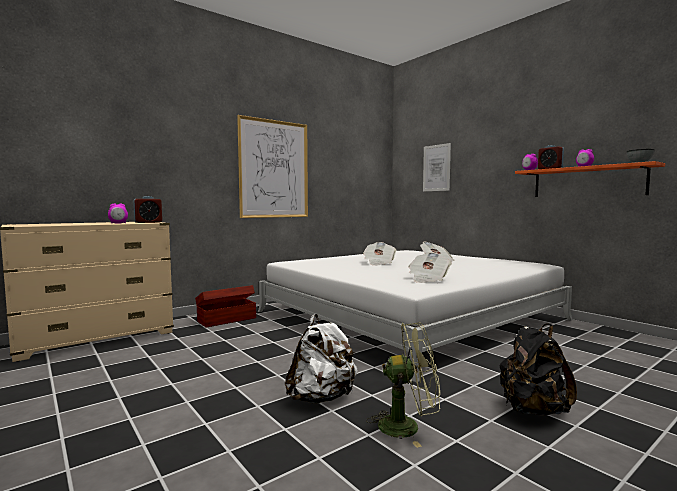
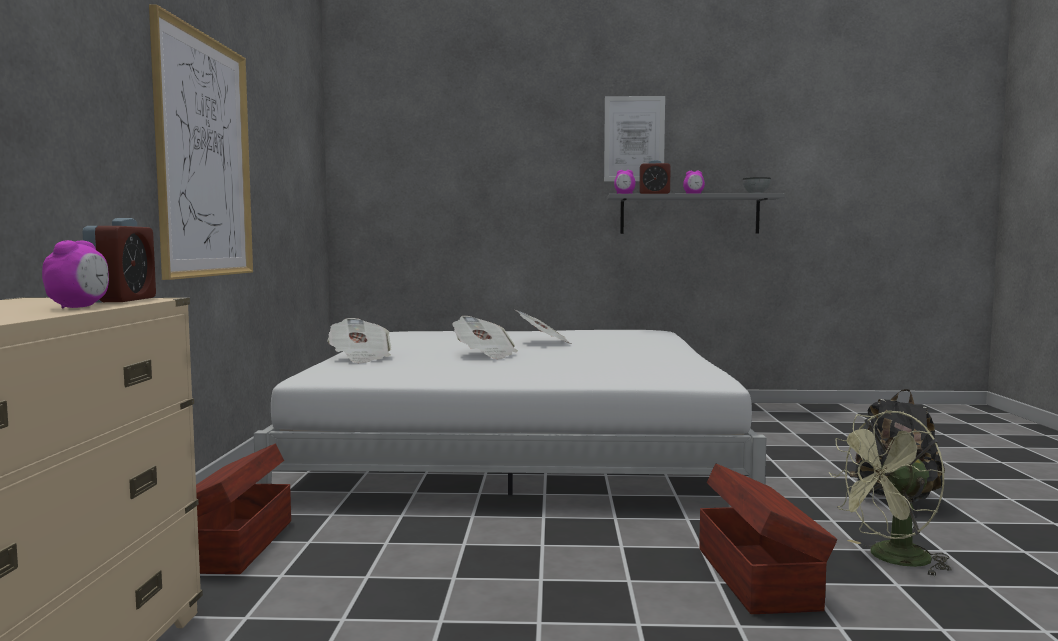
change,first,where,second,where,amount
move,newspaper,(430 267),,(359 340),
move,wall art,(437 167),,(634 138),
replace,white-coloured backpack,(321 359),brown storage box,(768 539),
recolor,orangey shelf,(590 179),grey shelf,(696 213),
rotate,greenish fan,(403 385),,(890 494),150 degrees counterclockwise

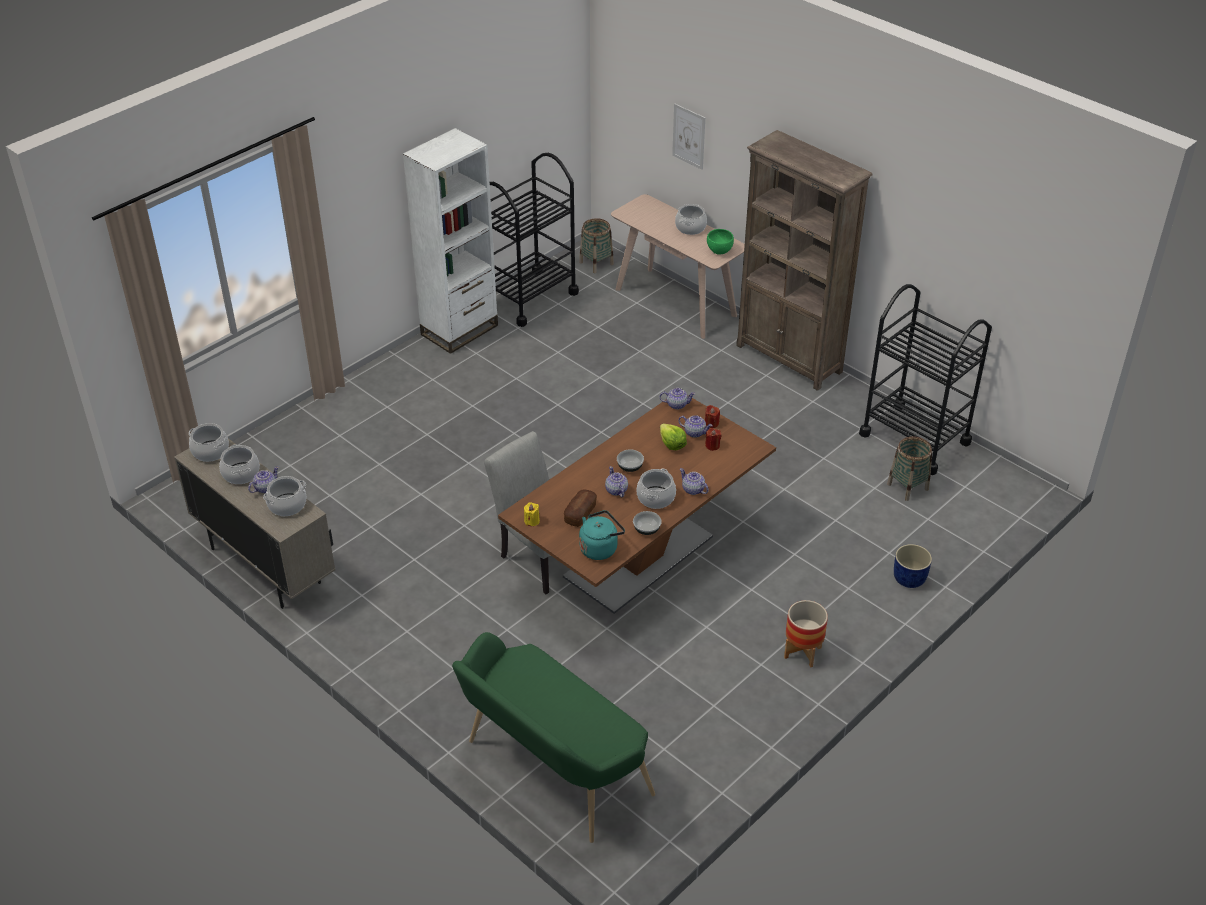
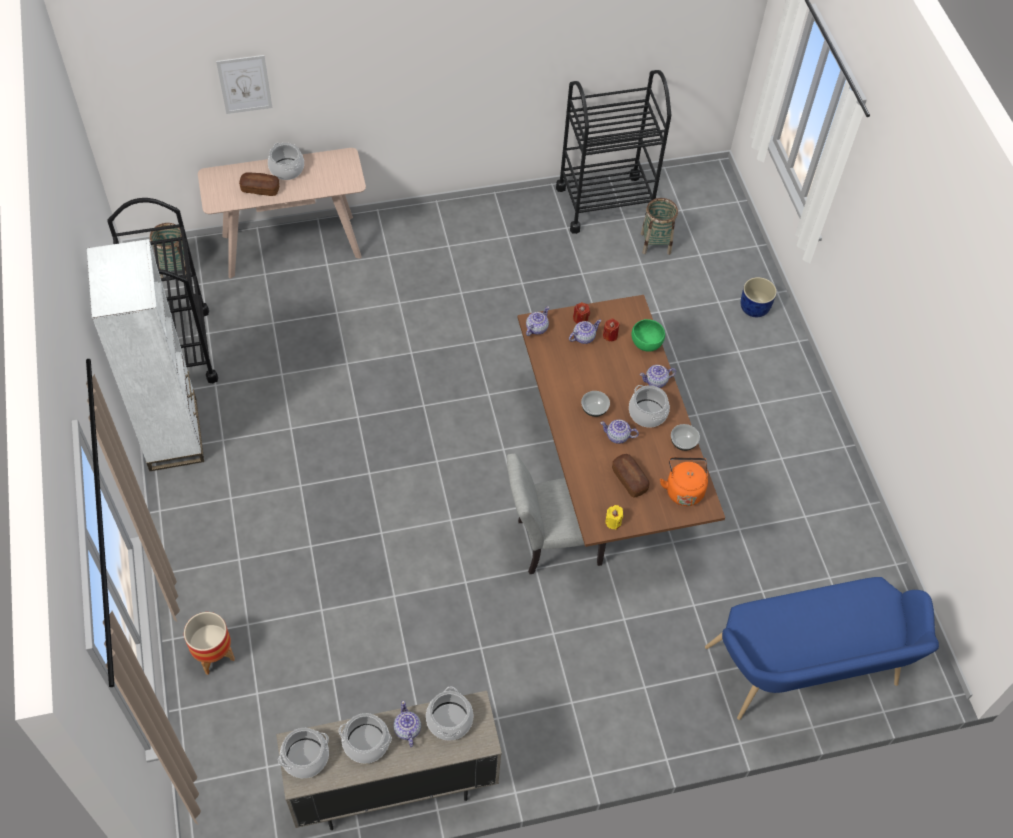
change,first,where,second,where,amount
delete,head of lettuce,(673 436),,,
delete,brown bookshelf,(804 260),,,
insert,,,bakery bread,(259 184),
move,greenish bowl,(720 242),,(648 335),
move,plant pot,(806 634),,(209 643),
recolor,greenish long seat,(553 737),bluish long seat,(822 648),
recolor,blue-green tea kettle,(602 535),orangey tea kettle,(684 481),

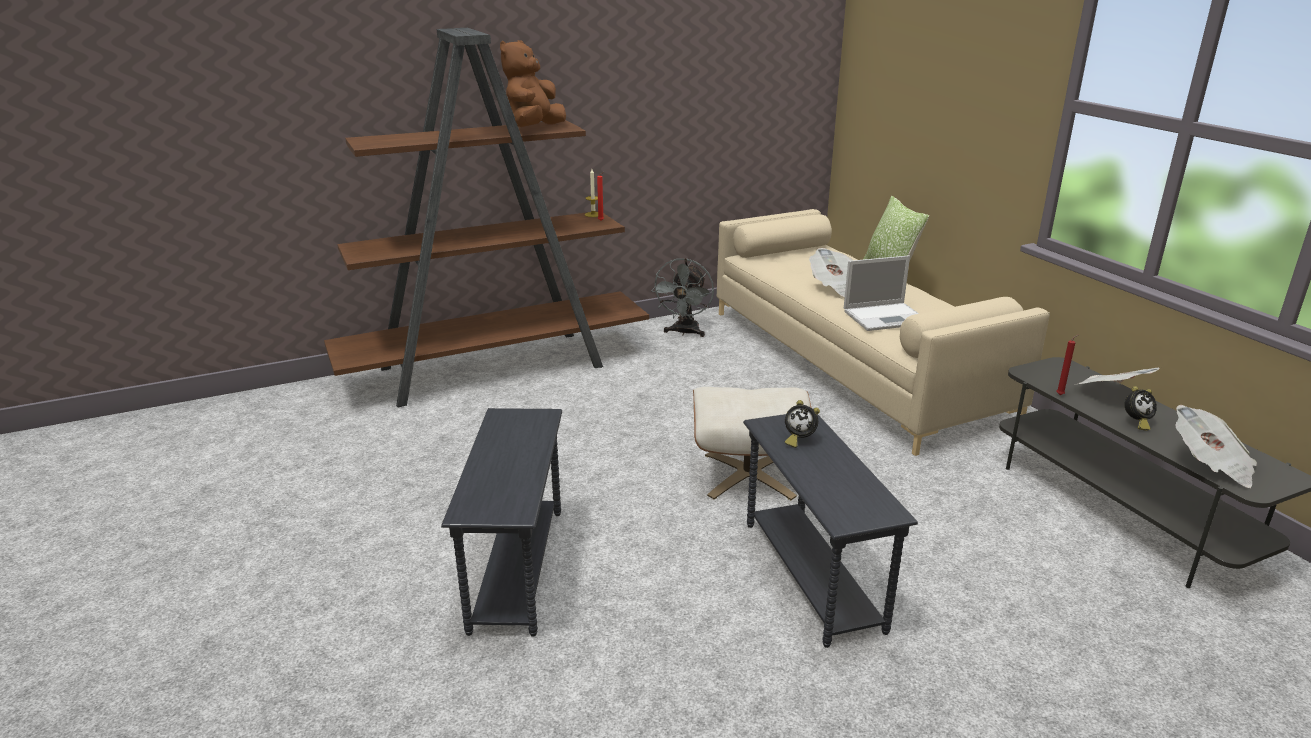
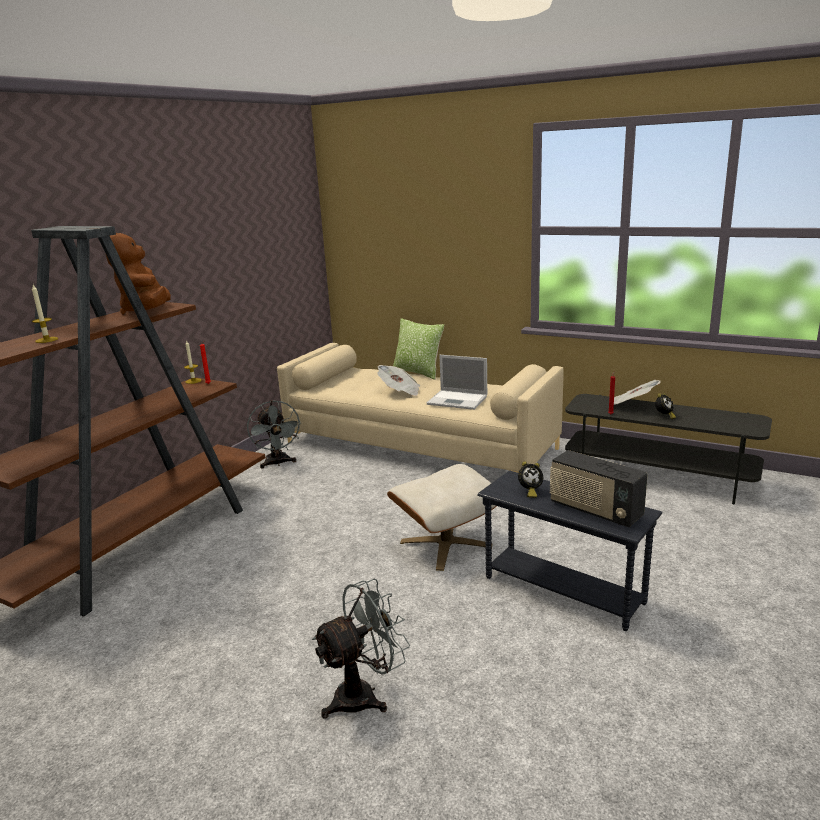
change,first,where,second,where,amount
delete,newspaper,(1216 446),,,
insert,,,candle,(45 314),
insert,,,radio,(599 488),
replace,grey side table,(501 522),grey fan,(361 649),
rotate,laptop,(881 293),,(457 382),75 degrees clockwise

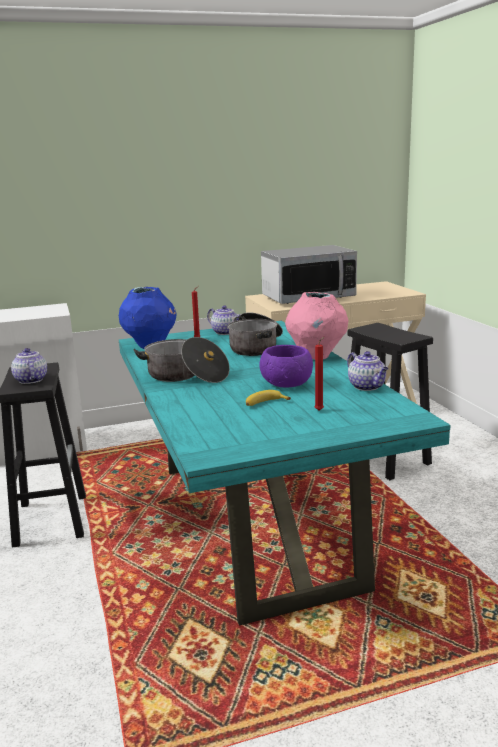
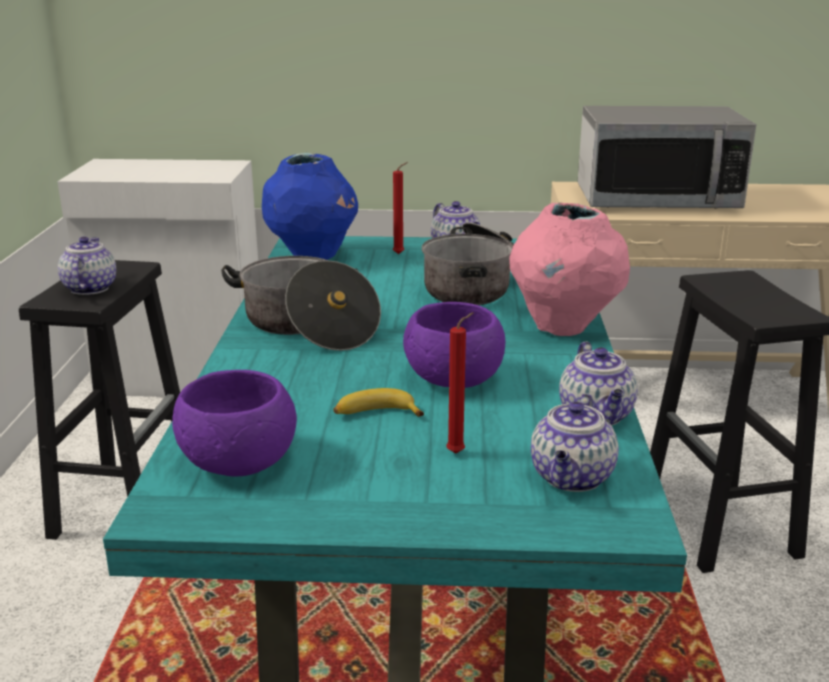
change,first,where,second,where,amount
insert,,,purple bowl,(234 423),
insert,,,teapot,(575 443),

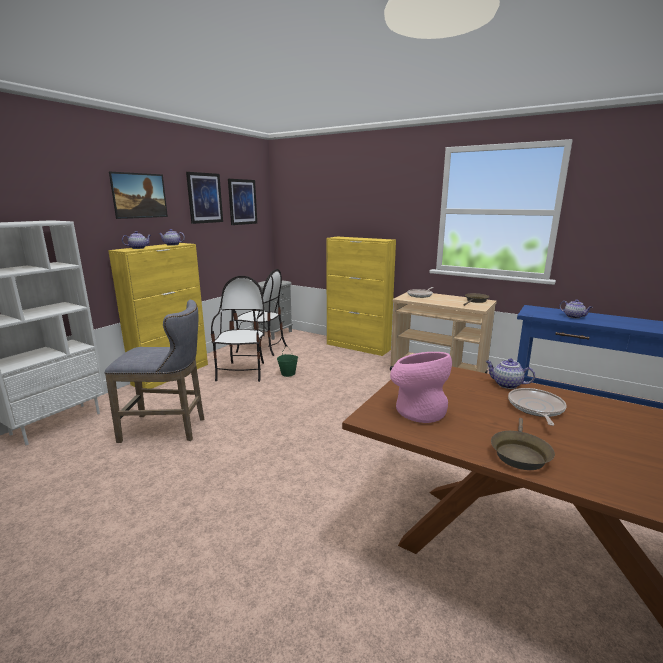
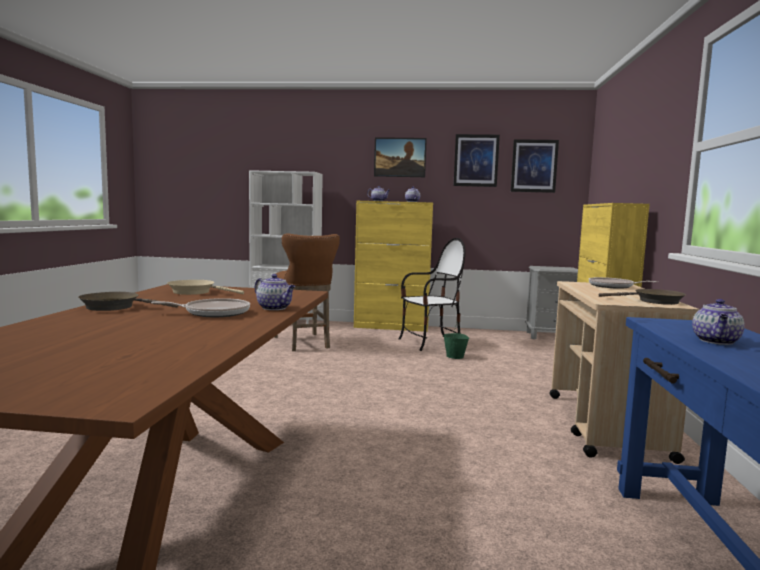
change,first,where,second,where,amount
delete,chair,(260 312),,,
replace,pinkish vase,(421 387),beige-coloured pan,(205 287),
recolor,grey sitting stool,(154 371),brown sitting stool,(307 292),
rotate,teapot,(510 373),,(275 292),120 degrees clockwise

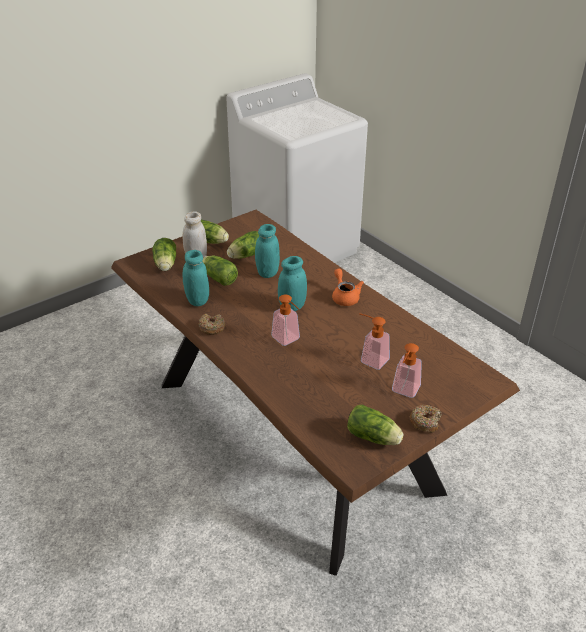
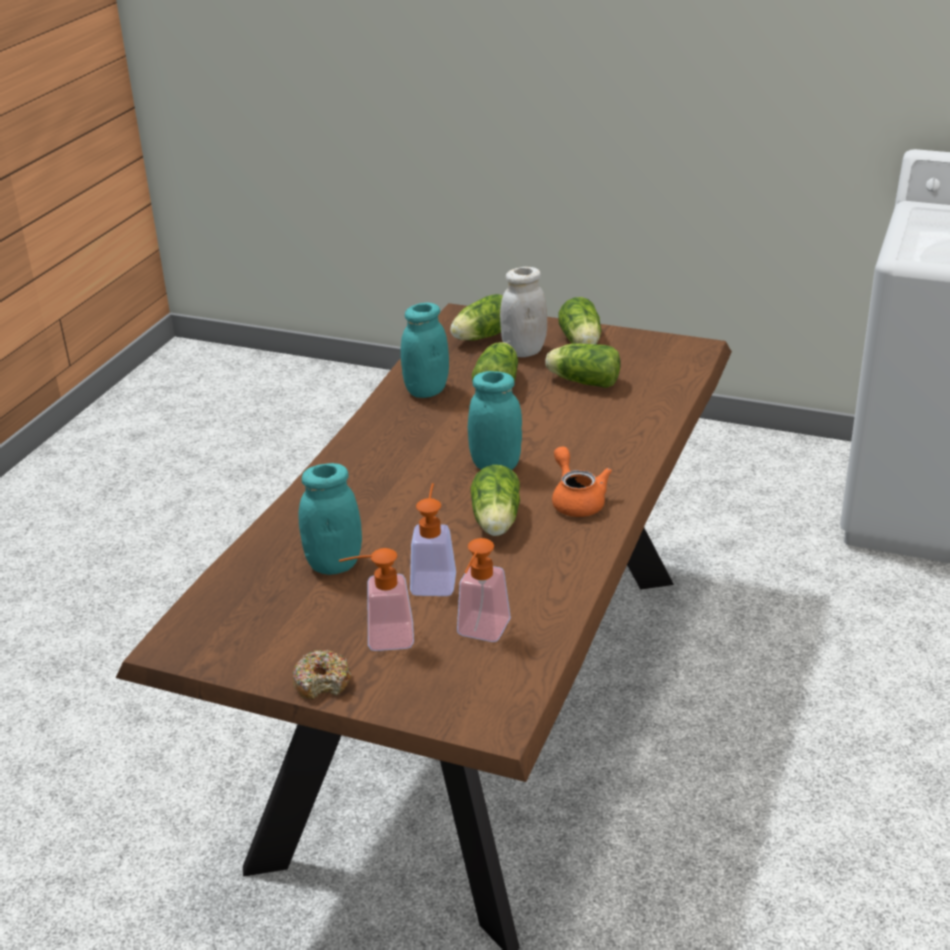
change,first,where,second,where,amount
delete,doughnut,(211 324),,,
move,blue-green jar,(267 251),,(330 519),
move,liquid soap bottle,(285 320),,(484 590),
move,head of lettuce,(375 425),,(495 500),
rotate,orangey teapot,(348 287),,(582 481),60 degrees counterclockwise

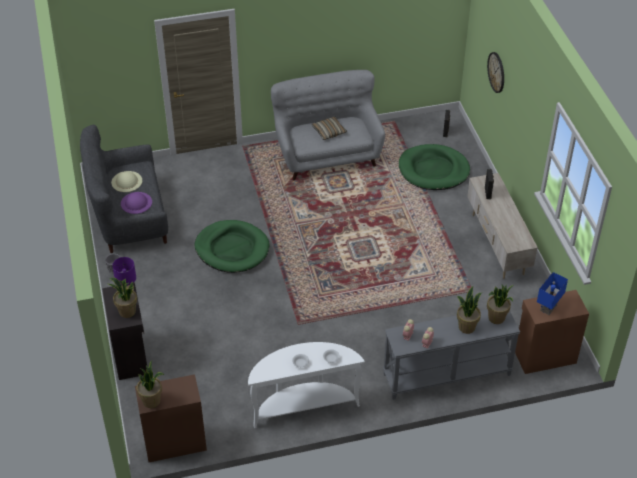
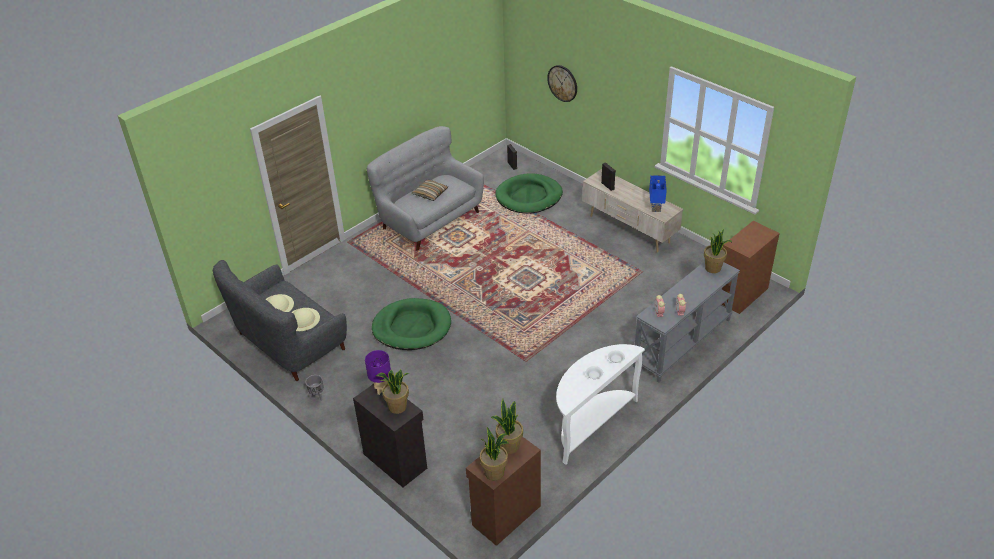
change,first,where,second,where,amount
move,houseplant,(469 310),,(507 426),
move,bluish tabletop lamp,(552 293),,(658 193),
recolor,purple hat,(136 203),beige-coloured hat,(306 319),

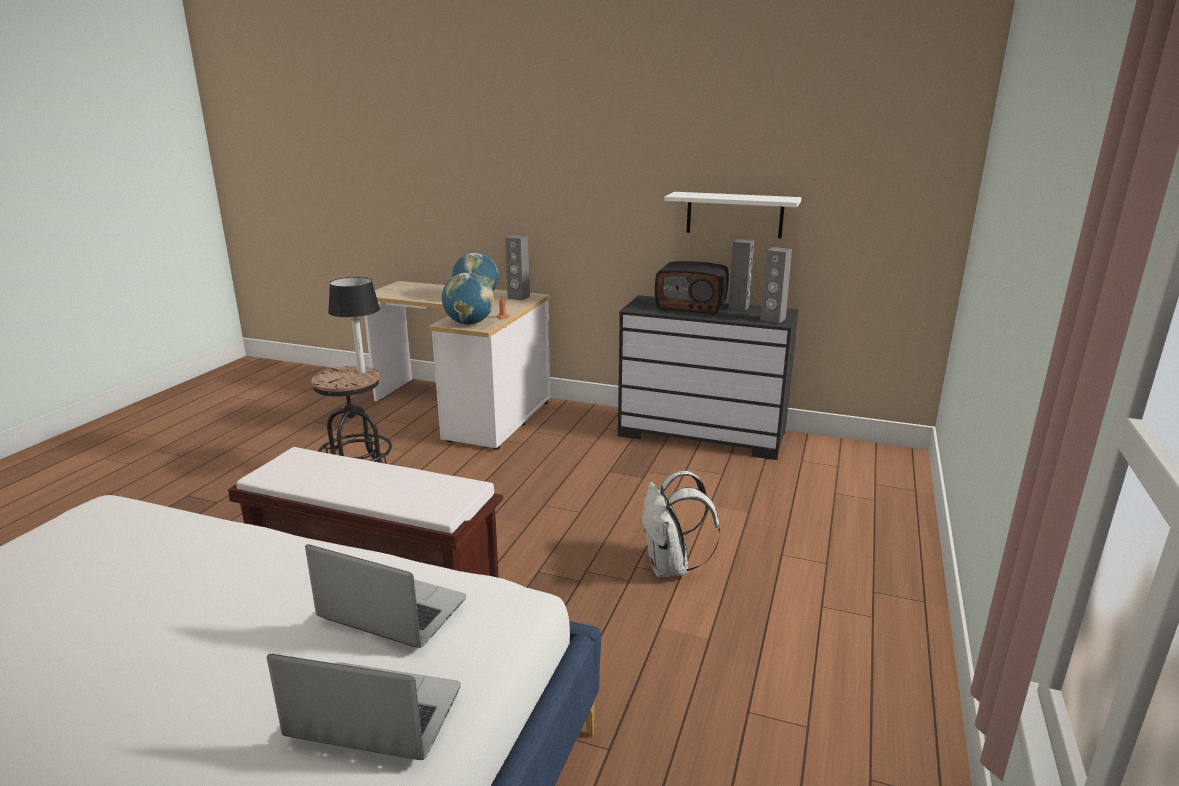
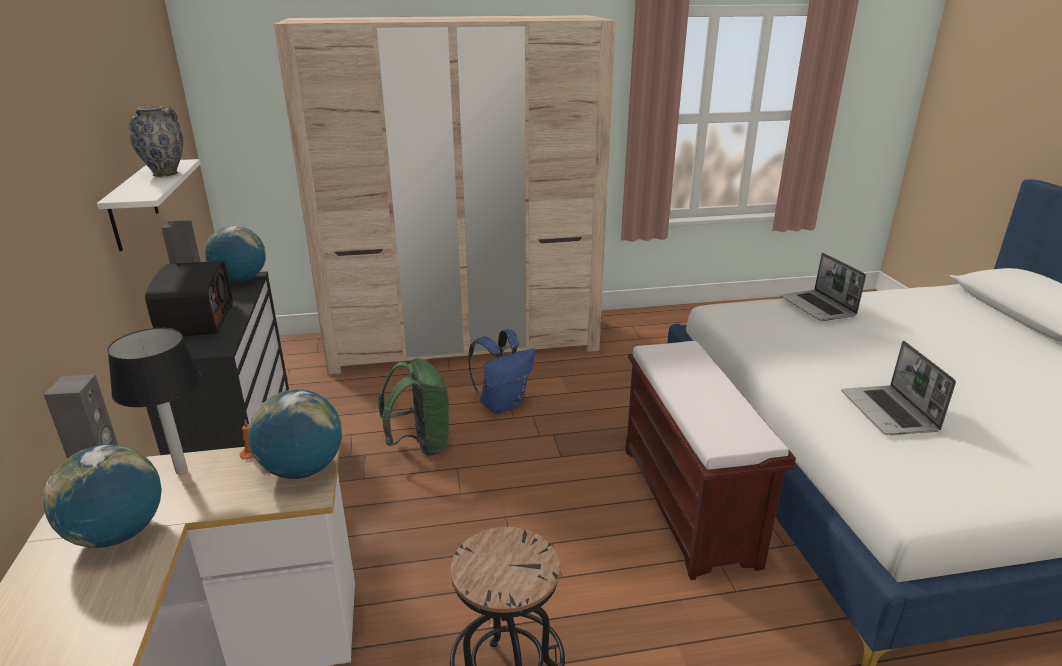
change,first,where,second,where,amount
insert,,,vase,(155 141),
insert,,,beige-coloured wardrobe,(445 194),
insert,,,greenish backpack,(414 407),
move,laptop,(385 596),,(898 388),
move,tabletop lamp,(354 325),,(154 401),
replace,grey speaker,(776 285),globe,(235 254),
recolor,white-coloured backpack,(681 524),bluish backpack,(501 371),

